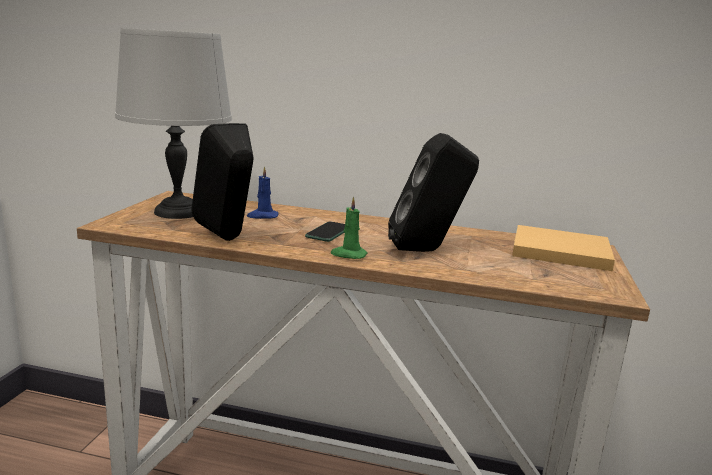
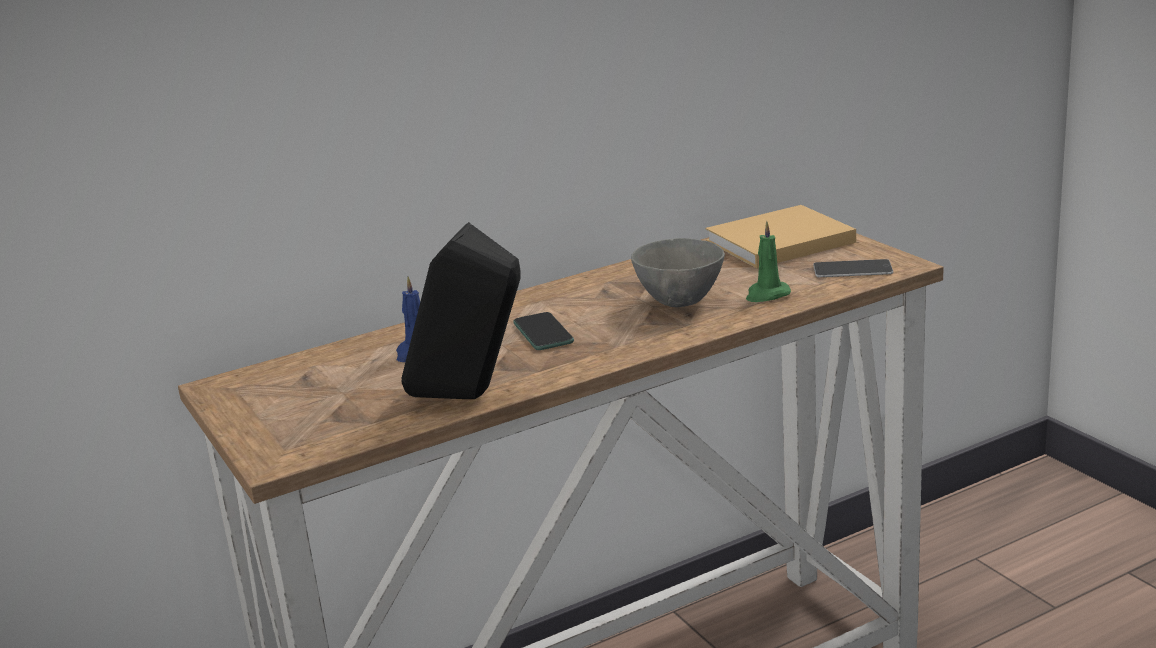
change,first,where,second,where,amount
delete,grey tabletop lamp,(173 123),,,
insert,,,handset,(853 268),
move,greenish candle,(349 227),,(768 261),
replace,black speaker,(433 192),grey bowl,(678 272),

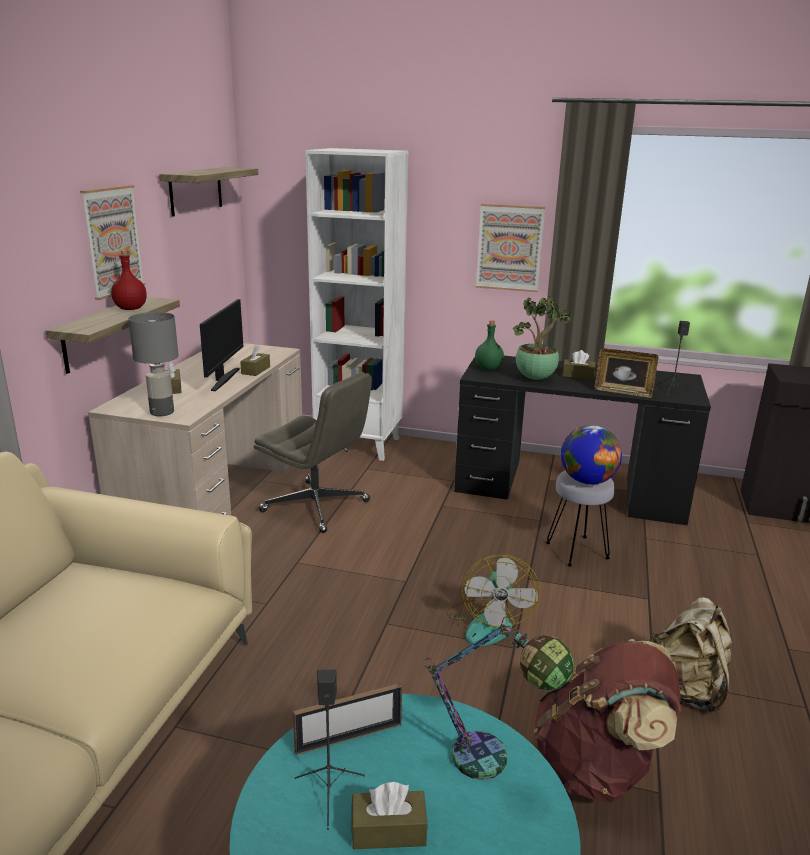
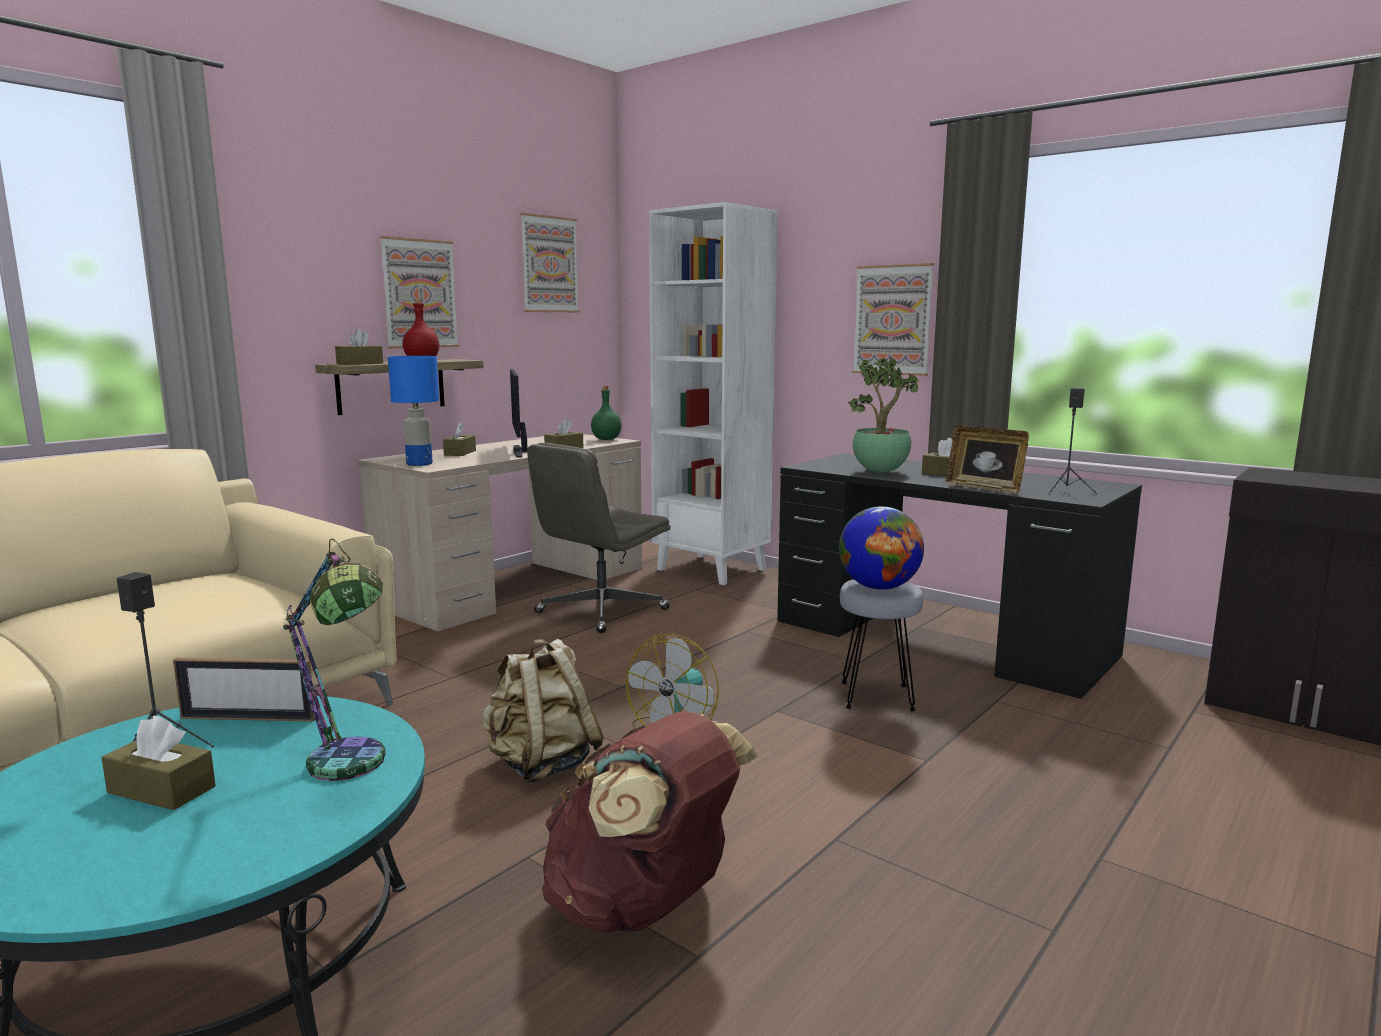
change,first,where,second,where,amount
insert,,,brown tissue box,(359 347),
move,greenish beverage bottle,(489 345),,(606 413),
move,beige-coloured backpack,(691 655),,(542 711),
replace,shelf,(208 192),wall art,(550 262),
recolor,grey tabletop lamp,(153 364),bluish tabletop lamp,(413 411),
rotate,computer display,(221 345),,(519 413),135 degrees clockwise
rotate,grey office chair,(313 452),,(599 538),75 degrees clockwise

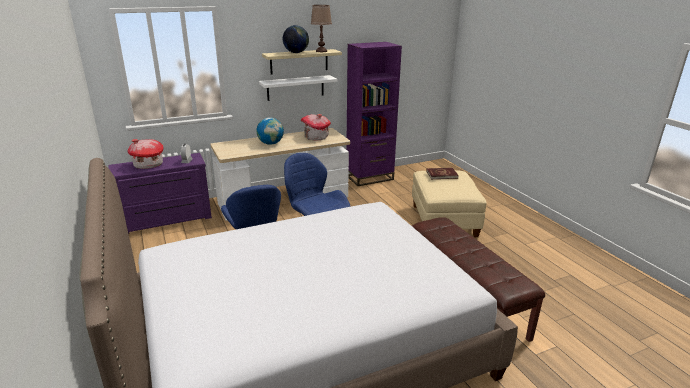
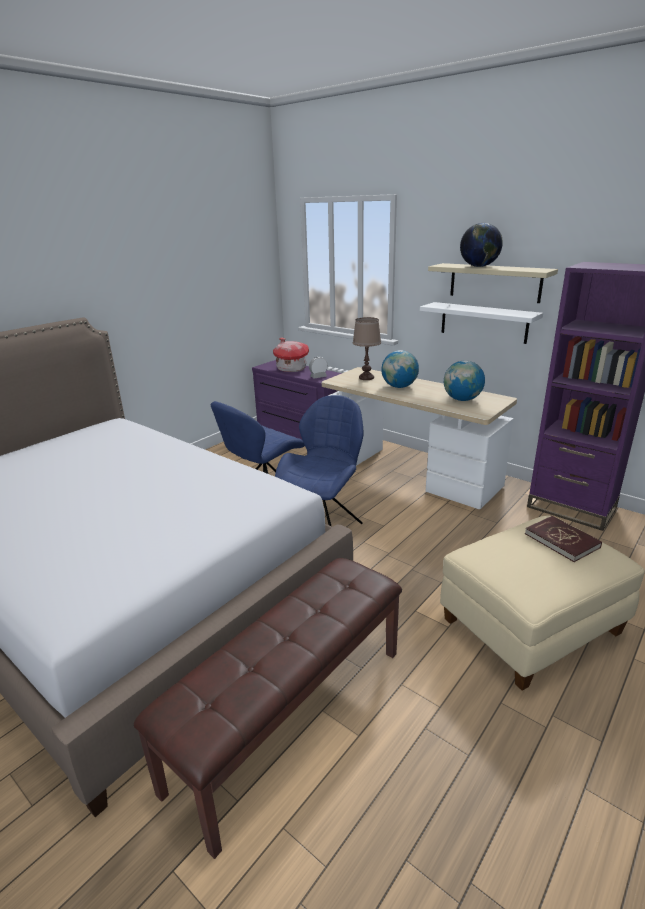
change,first,where,second,where,amount
move,brown tabletop lamp,(321 28),,(367 348),
replace,model house,(316 127),globe,(464 380),

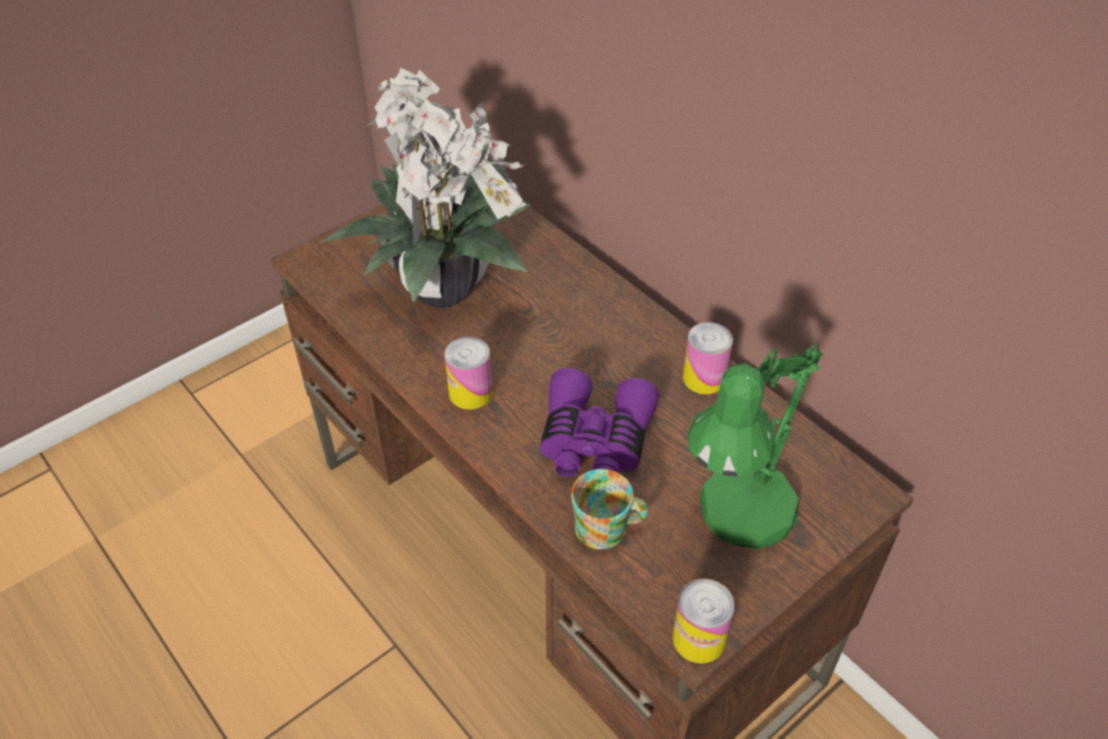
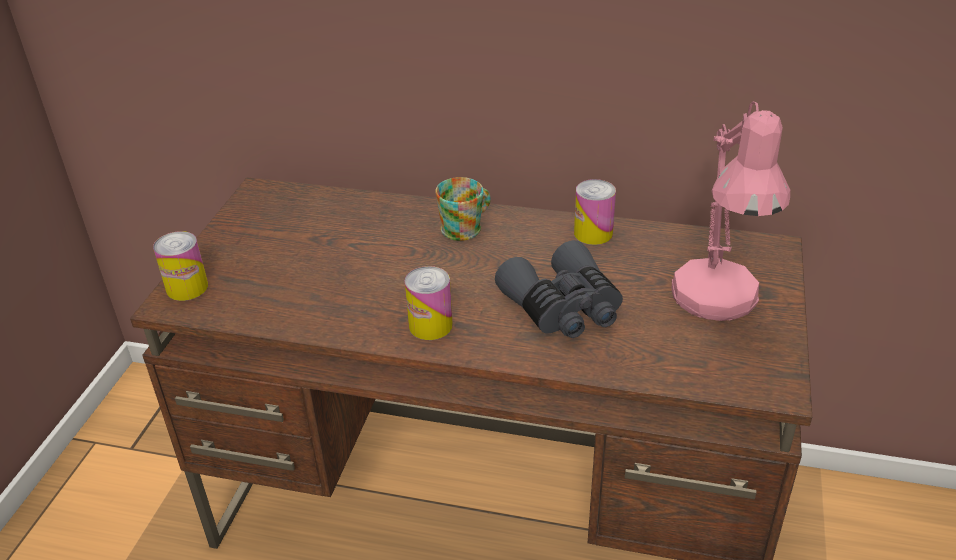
change,first,where,second,where,amount
delete,houseplant,(426 188),,,
move,tea mug,(610 509),,(463 209),
move,sealed can,(704 621),,(180 266),
recolor,purple field glasses,(599 422),grey field glasses,(559 289),
recolor,greenish tabletop lamp,(755 446),pinkish tabletop lamp,(731 211),

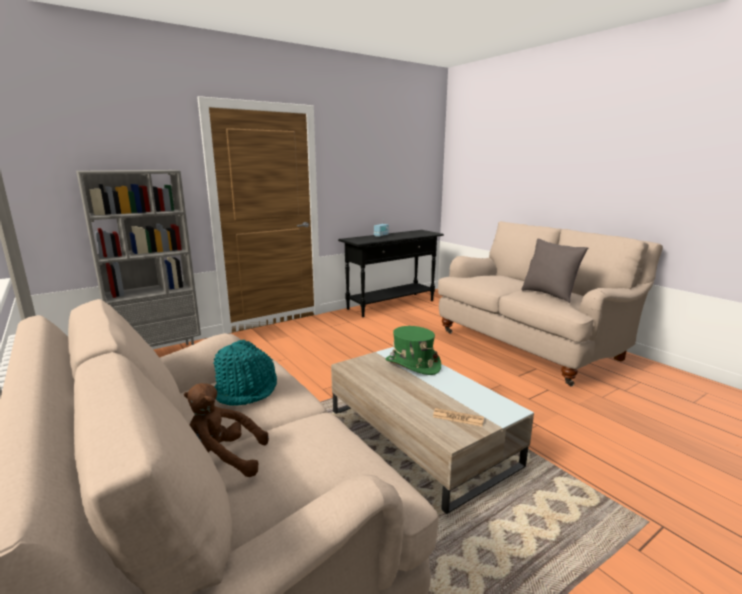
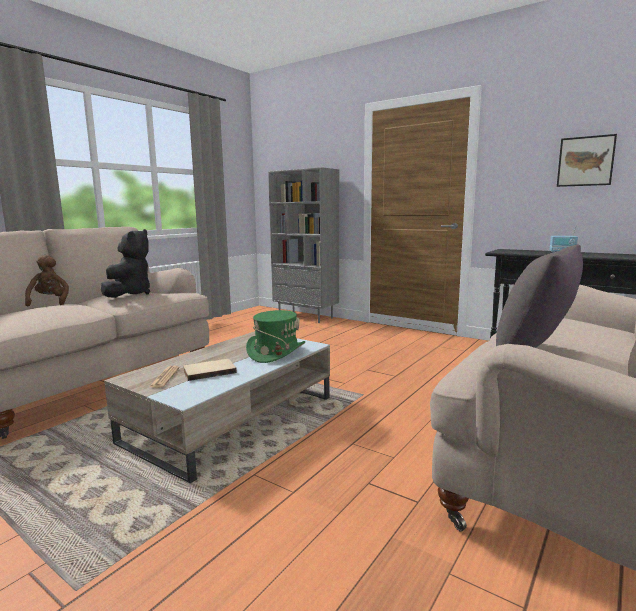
change,first,where,second,where,amount
insert,,,beige-coloured bound book,(210 370),
insert,,,wall art,(587 160),
replace,blue-green hat,(245 373),black cuddly toy,(125 263),

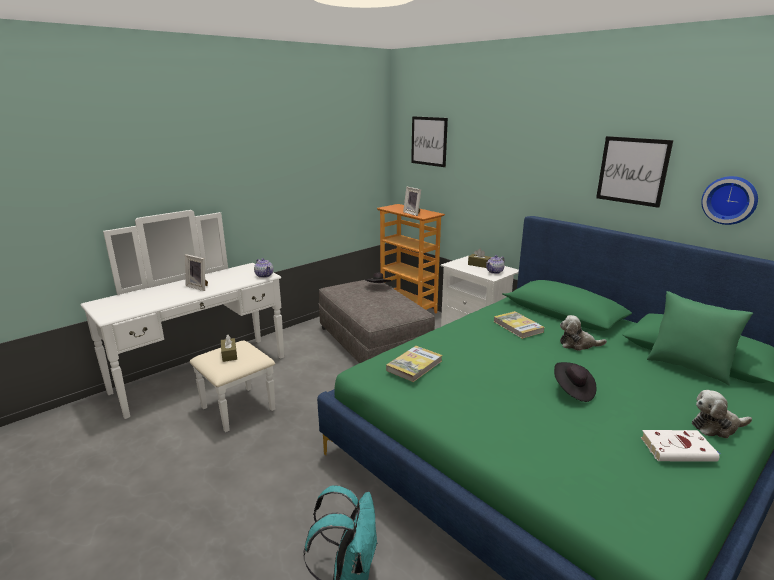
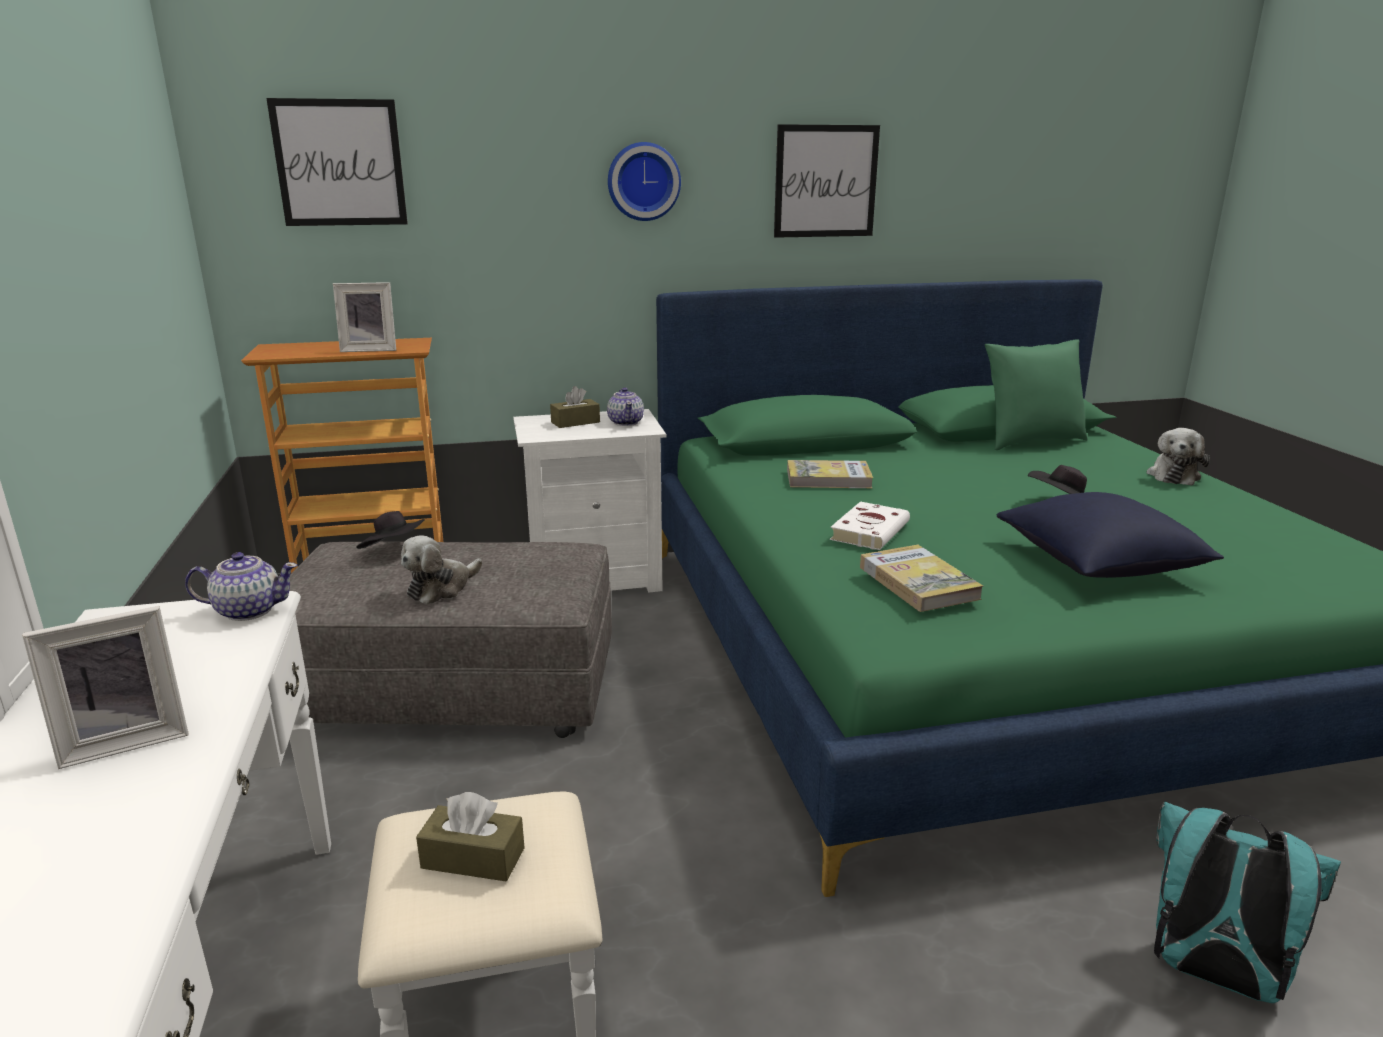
change,first,where,second,where,amount
insert,,,bluish pillow,(1110 535),
move,cuddly toy,(583 333),,(442 569),
move,white-coloured bound book,(681 446),,(870 526),
move,hanging clock,(729 200),,(644 181),

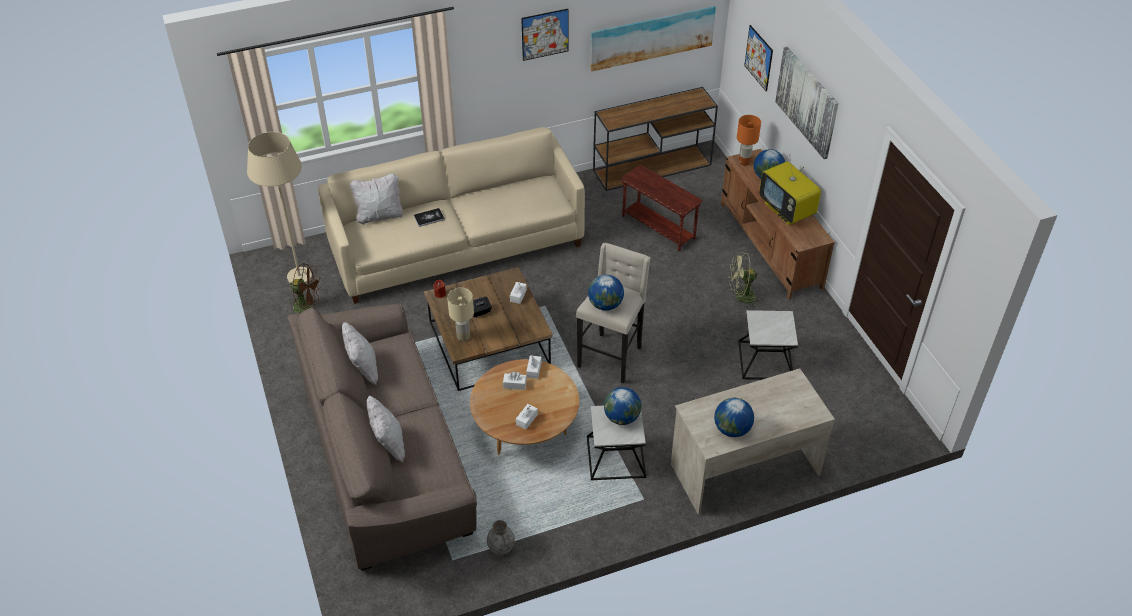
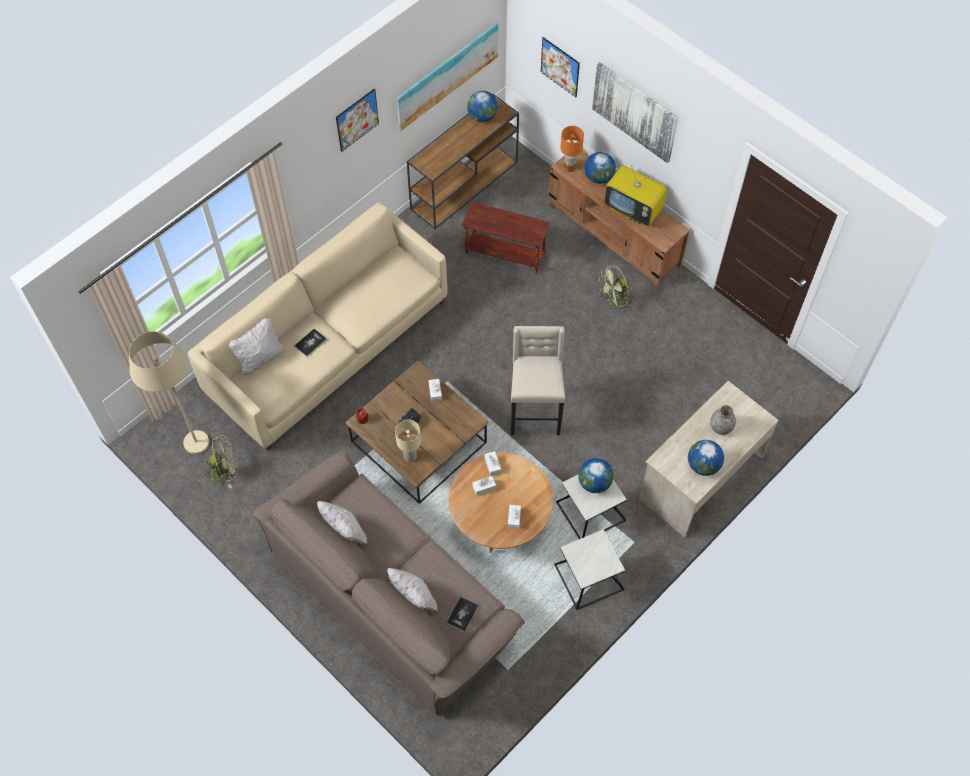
change,first,where,second,where,amount
insert,,,bound book,(462 614),
move,grey vase,(501 537),,(723 420),
move,globe,(606 293),,(482 106),
move,side table,(768 345),,(589 569),
recolor,brown fan,(306 288),greenish fan,(221 462),

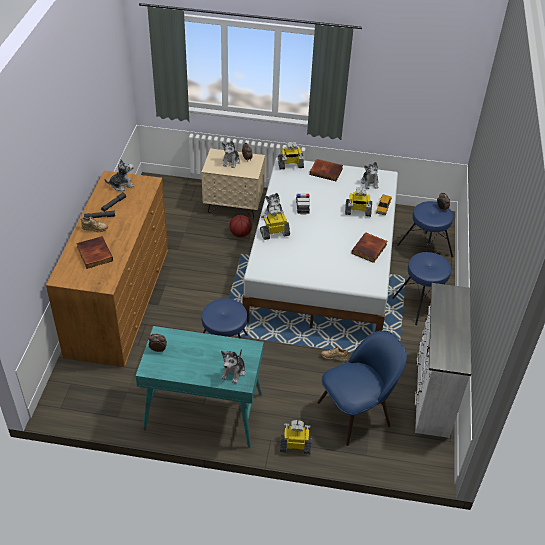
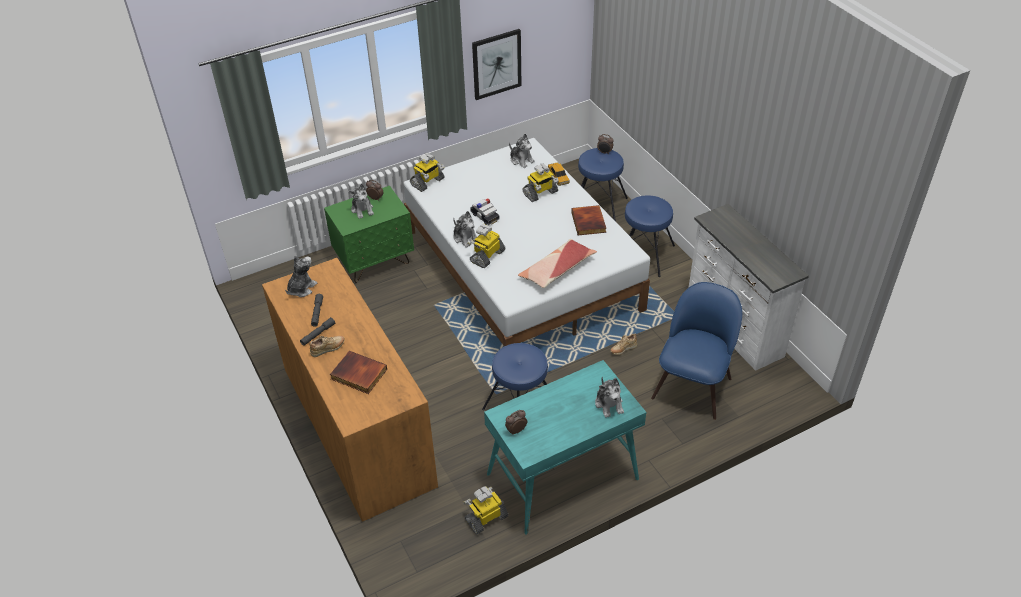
change,first,where,second,where,amount
delete,ball for basketball,(240 226),,,
delete,bound book,(326 170),,,
insert,,,wall art,(496 64),
insert,,,pillow,(557 263),
move,robot figure,(296 437),,(486 510),
recolor,beige-coloured nightstand,(233 183),greenish nightstand,(369 234),

